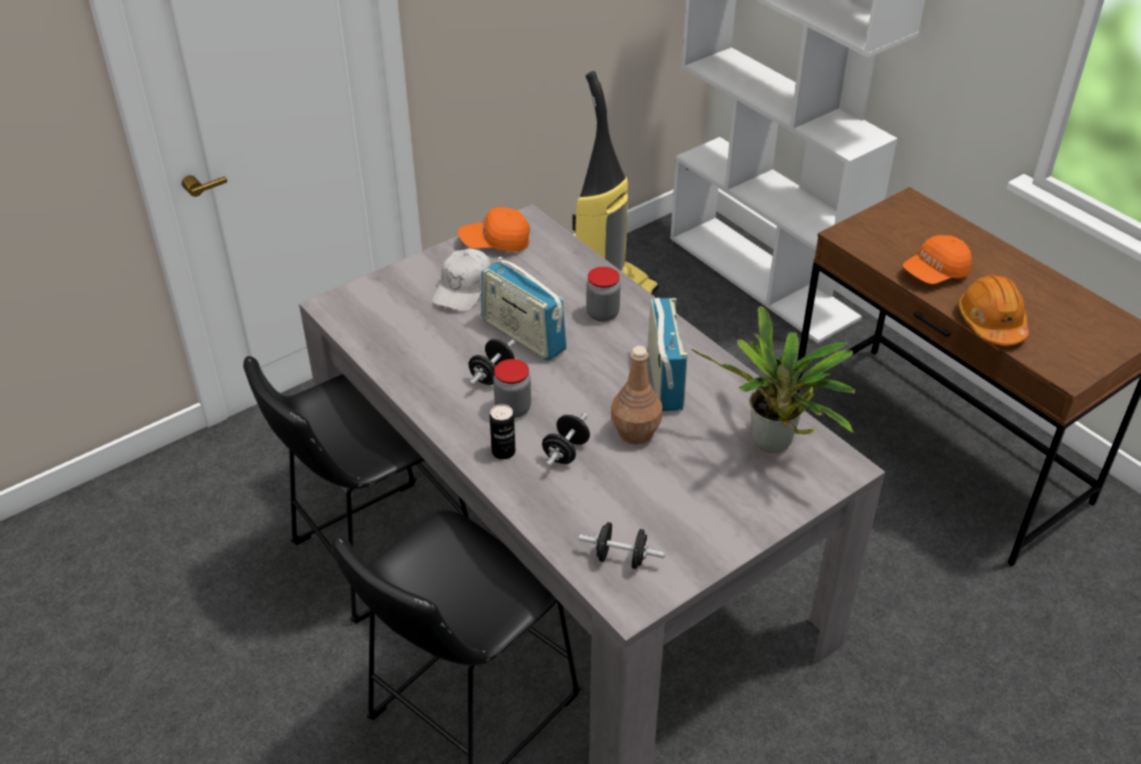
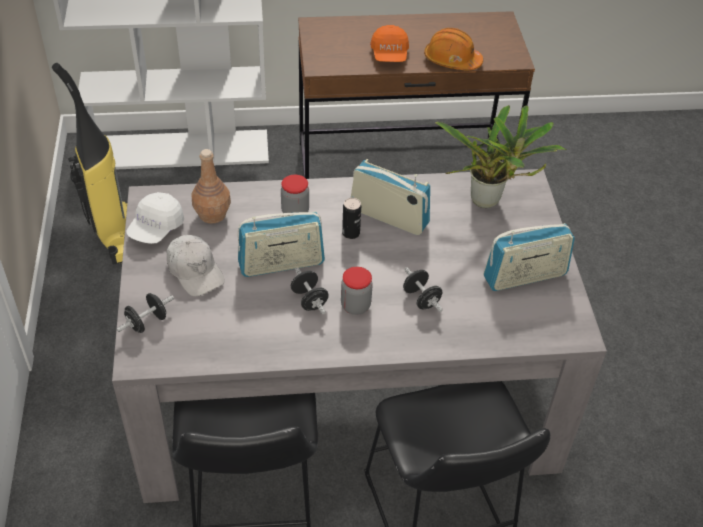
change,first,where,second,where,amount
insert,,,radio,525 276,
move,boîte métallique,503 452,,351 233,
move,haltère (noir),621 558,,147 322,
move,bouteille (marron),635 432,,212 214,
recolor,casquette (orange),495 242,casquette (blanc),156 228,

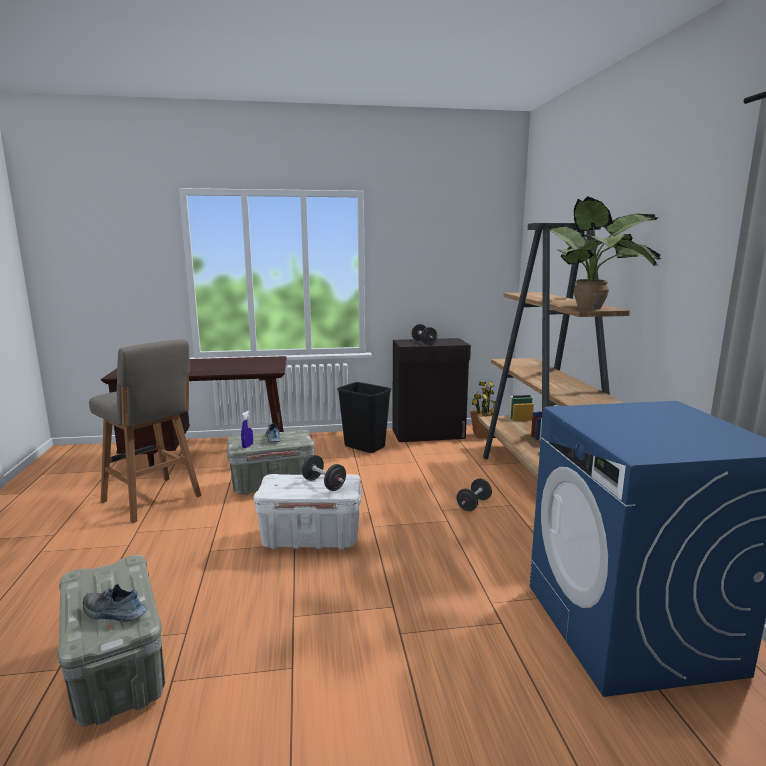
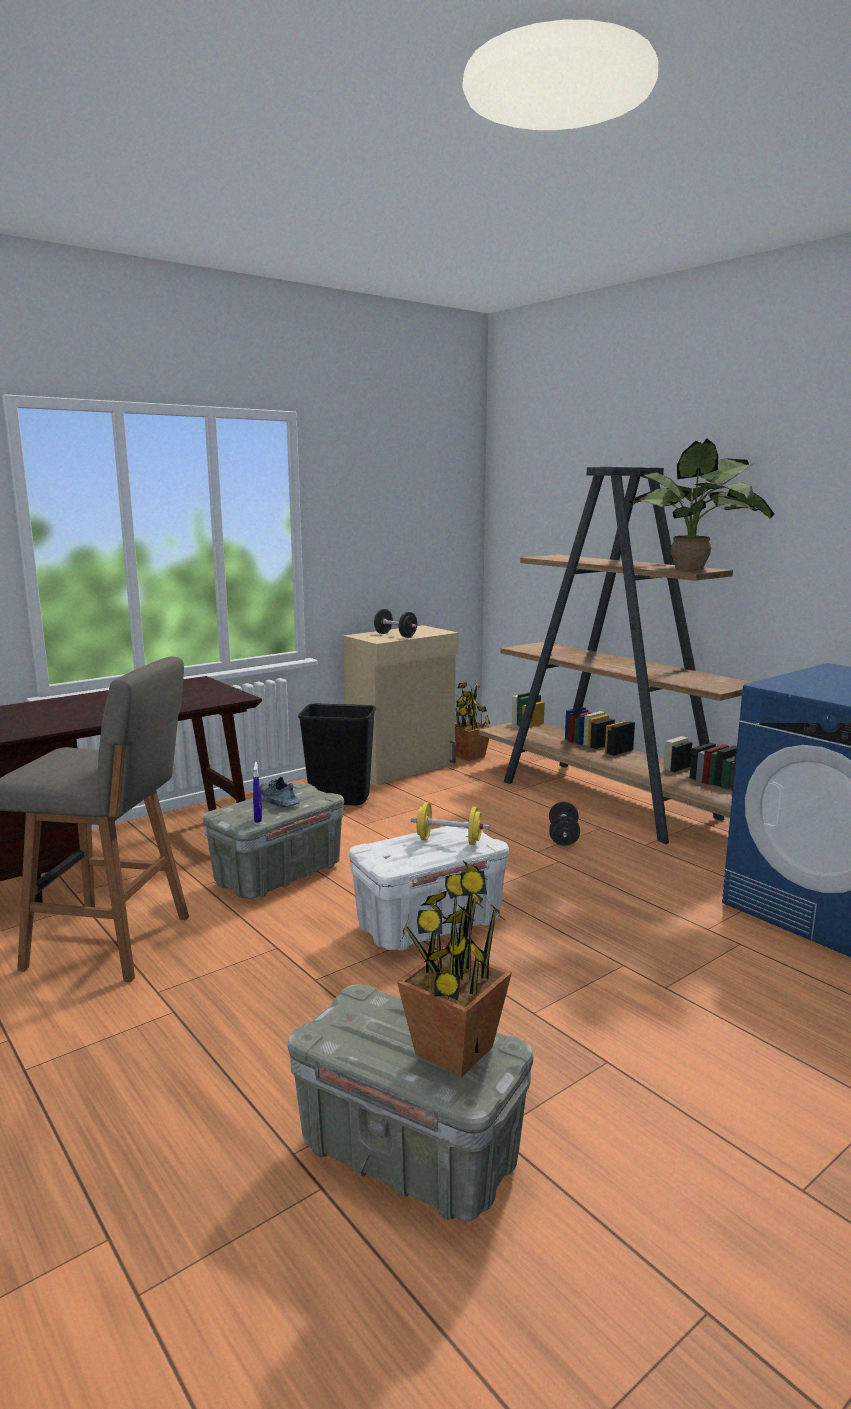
change,first,where,second,where,amount
replace,chaussure,113 613,plante en pot,453 1051,
recolor,haltère (noir),324 484,haltère (jaune),449 841,
recolor,meuble de rangement (noir),429 434,meuble de rangement (beige),402 767,

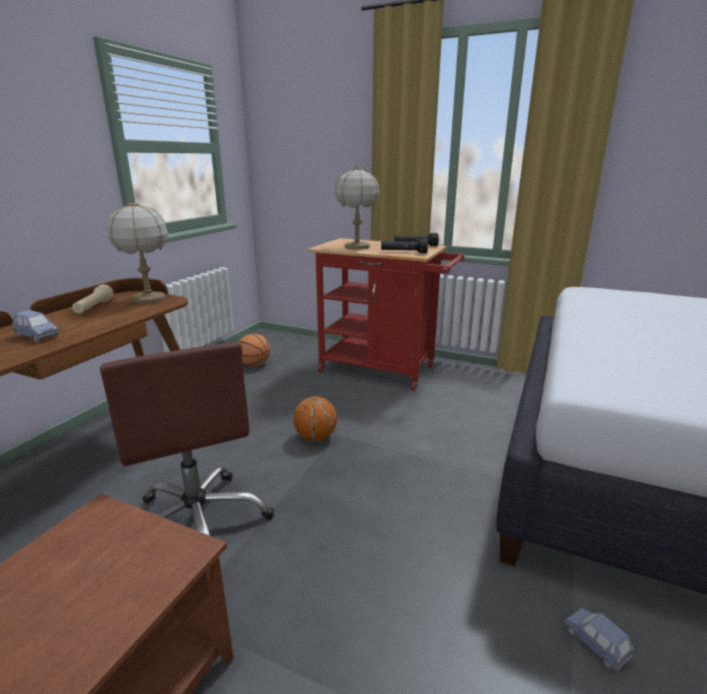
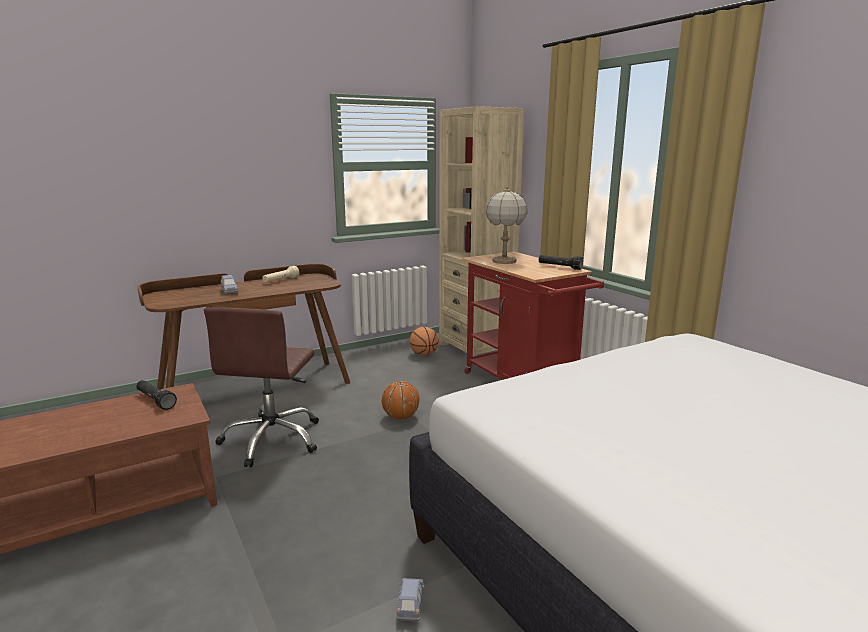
change,first,where,second,where,amount
delete,lampe de table,149 299,,,
insert,,,bibliothèque (beige),475 348,
move,lampe de poche (noir),403 252,,155 400,

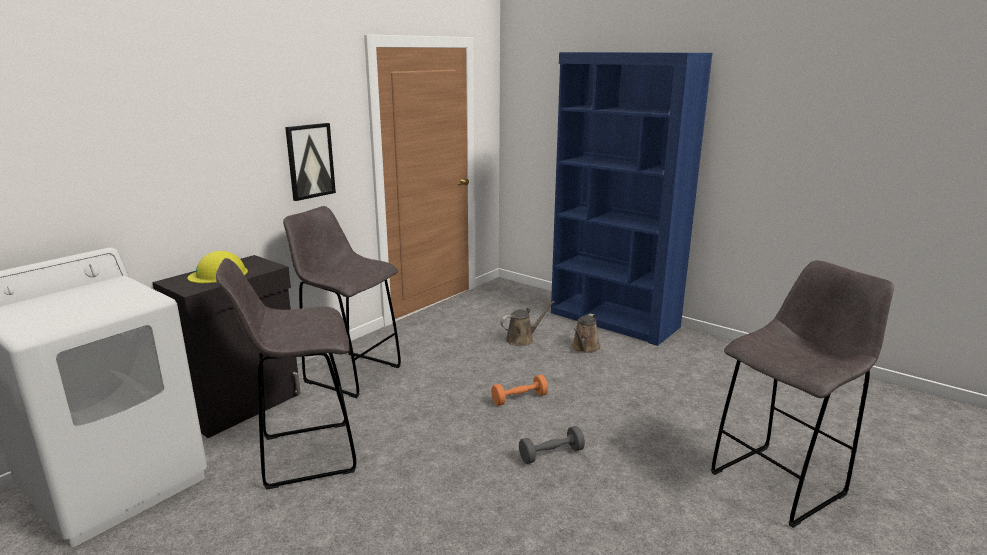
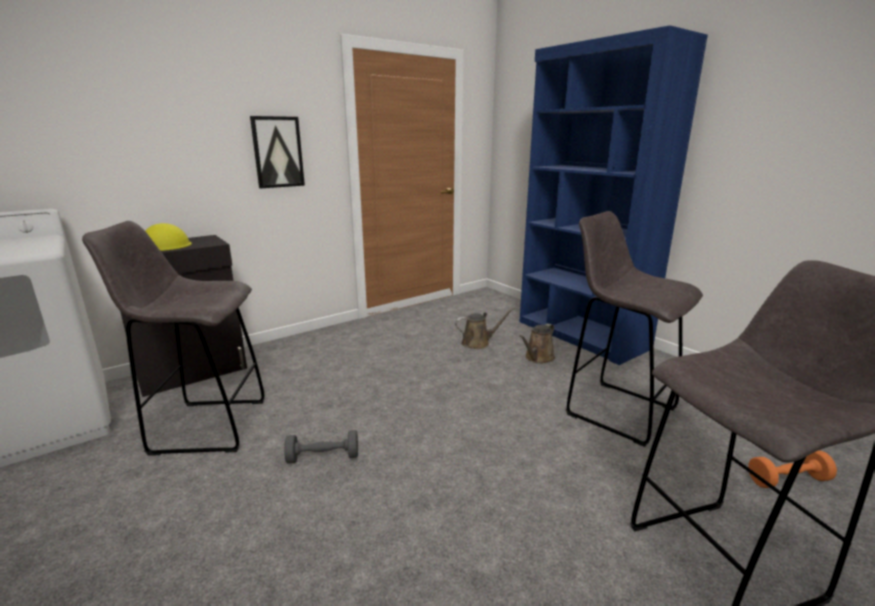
change,first,where,second,where,amount
move,tabouret (gris),350 373,,617 410,
move,haltère (orange),519 399,,788 480,
move,haltère (gris),551 454,,323 457,

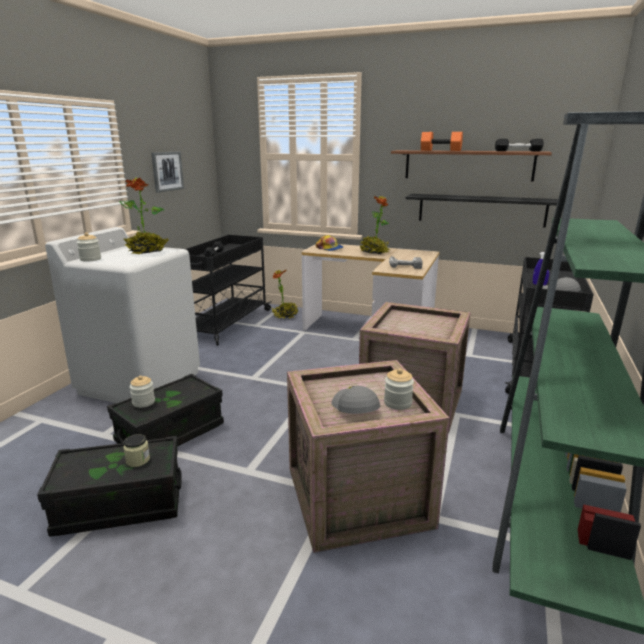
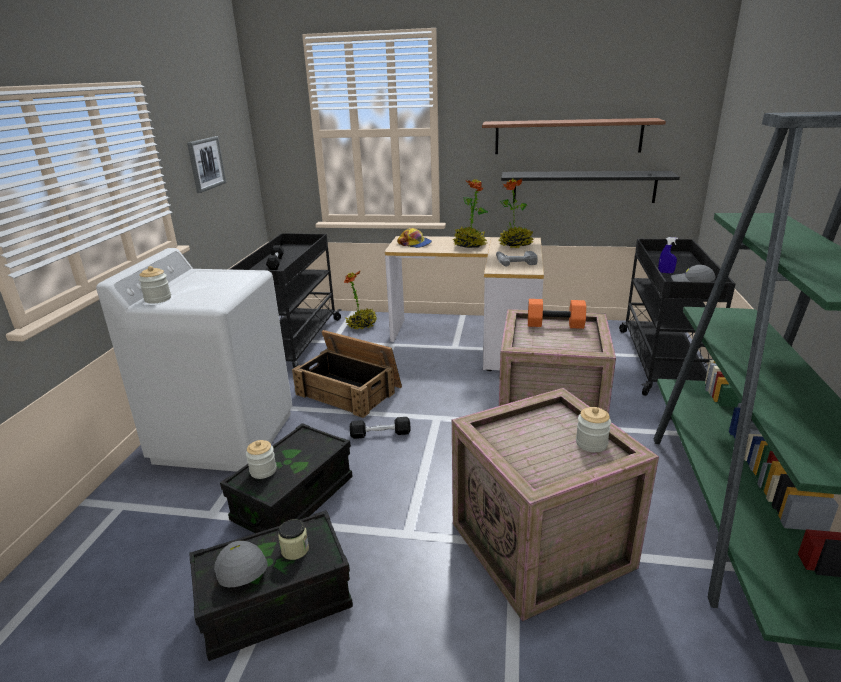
change,first,where,second,where,amount
insert,,,caisse,350 390,
move,plante en pot,147 252,,515 245,
move,casquette (gris),354 408,,240 569,
move,haltère (orange),441 150,,555 324,
move,haltère (noir),518 151,,380 434,

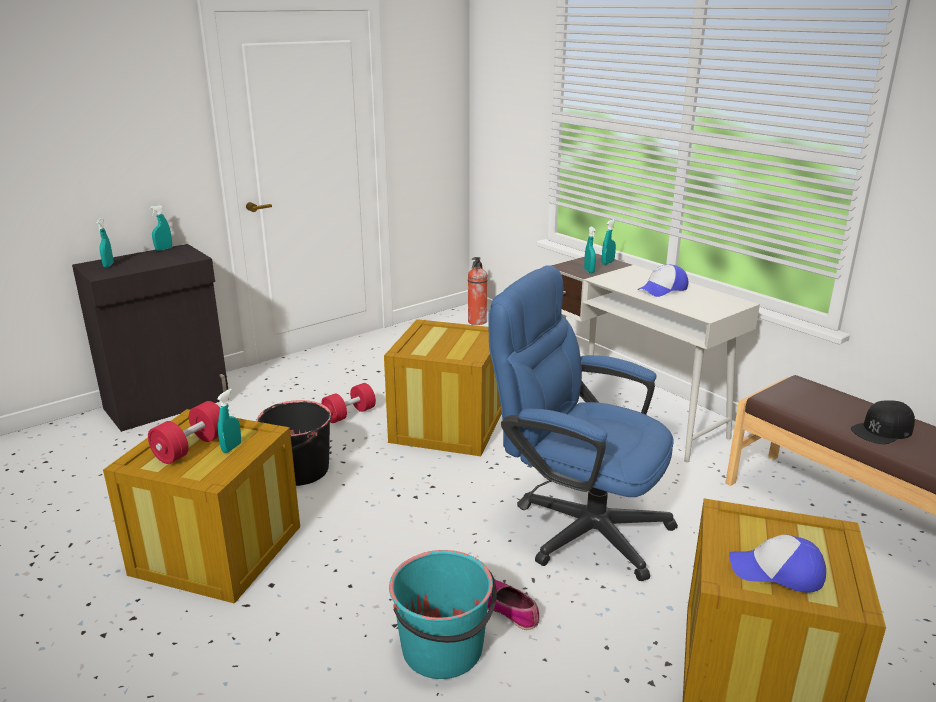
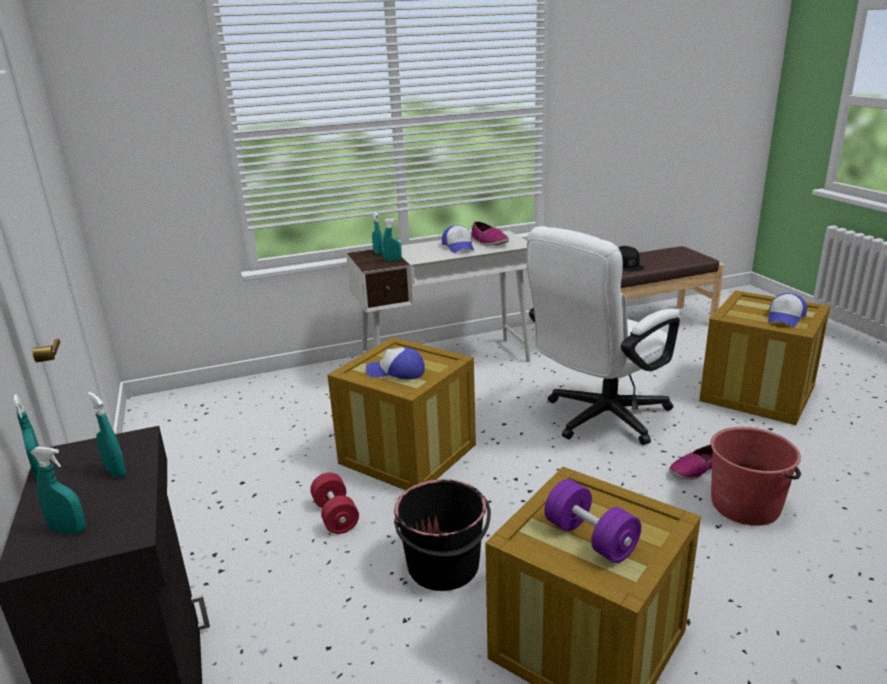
change,first,where,second,where,amount
delete,extincteur,477 322,,,
insert,,,casquette,396 372,
insert,,,chaussure,488 242,
move,vaporisateur (turquoise),231 448,,115 471,
recolor,haltère (rouge),191 448,haltère (violet),590 538,
recolor,seau (turquoise),443 649,seau (rouge),746 505,
recolor,chaise de bureau (bleu),577 525,chaise de bureau (blanc),598 419,

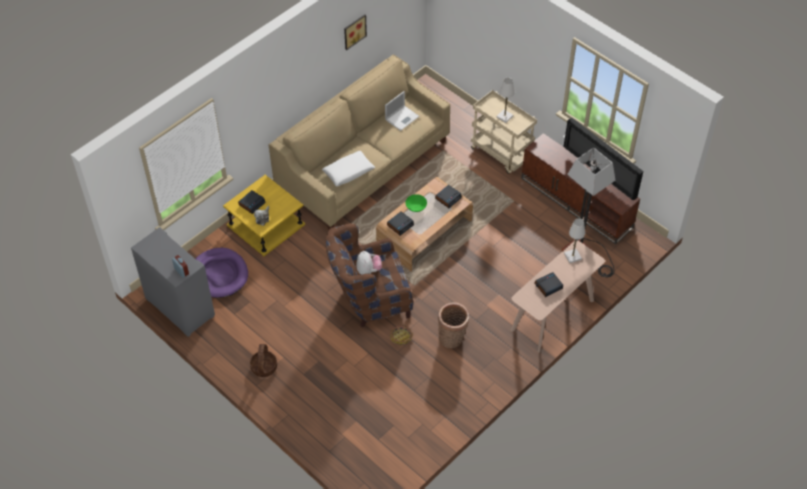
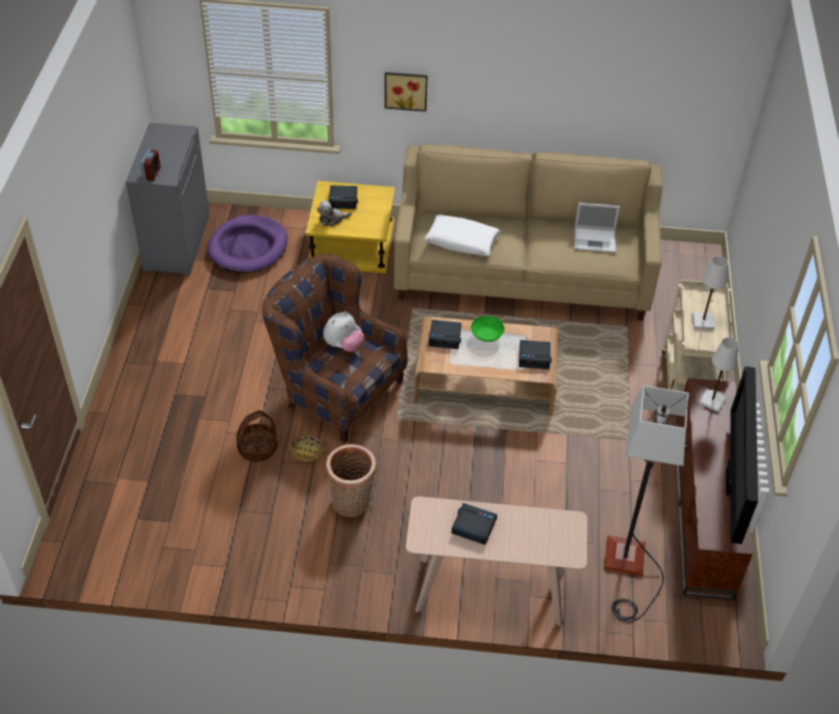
change,first,where,second,where,amount
move,panier,264 367,,257 448,
move,tableau,354 31,,406 90,
move,lampe de table (blanc),572 256,,711 401,

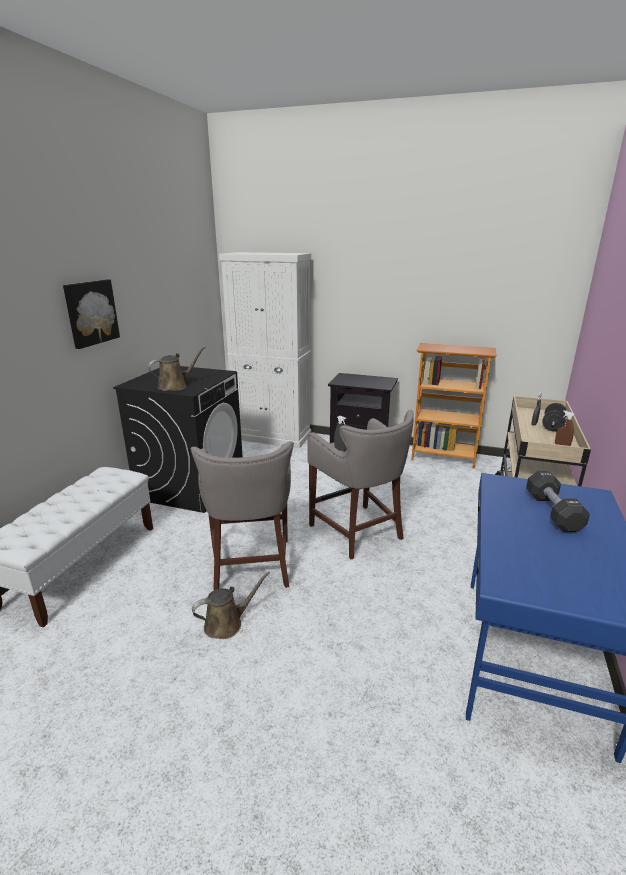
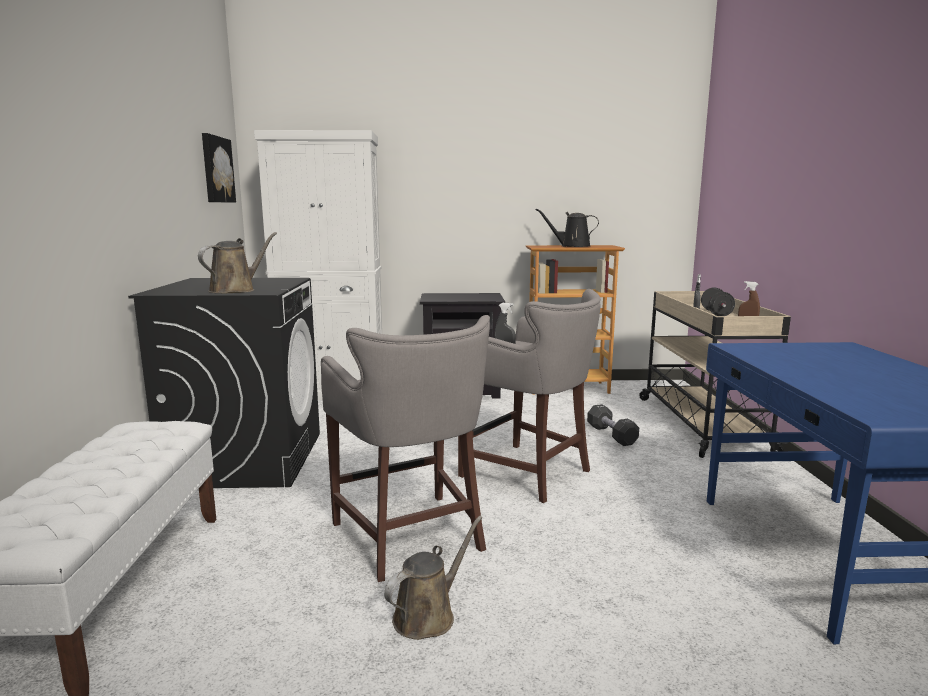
change,first,where,second,where,amount
insert,,,arrosoir (noir),572 246,
move,tableau,90 313,,216 169,
move,haltère (noir),552 512,,611 435,

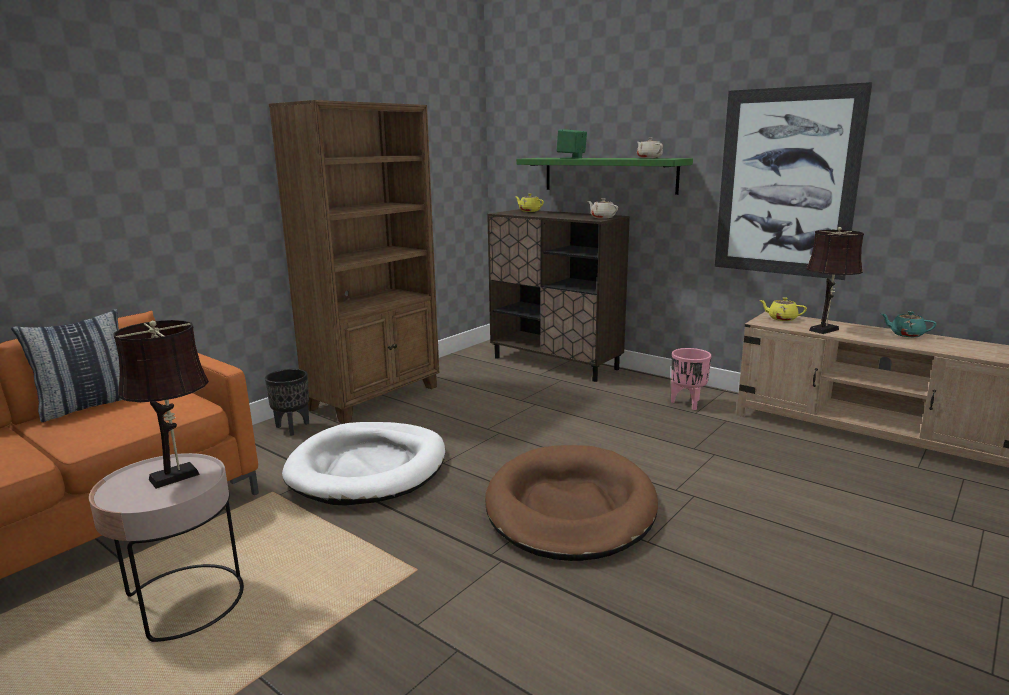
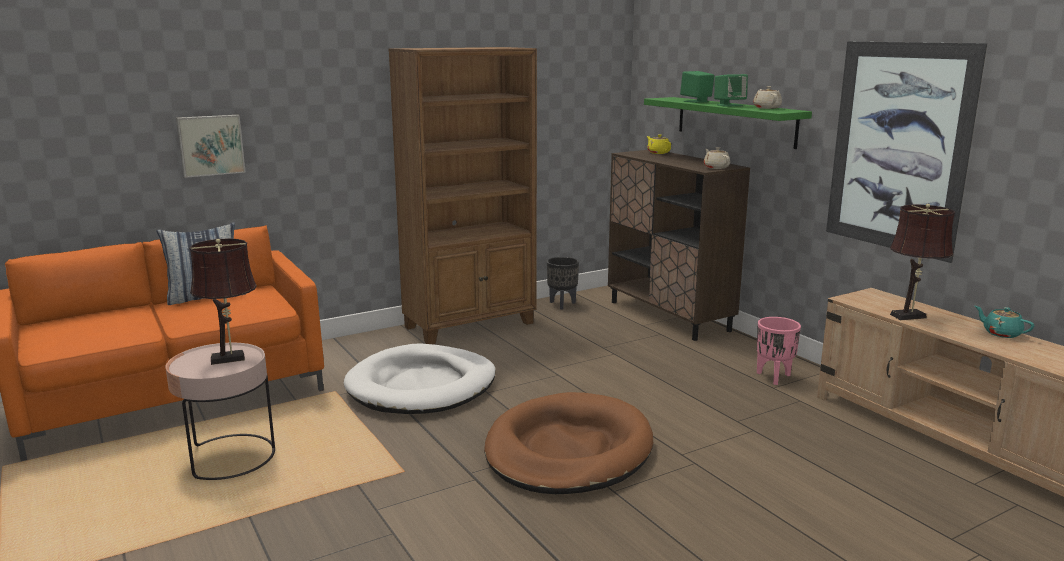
change,first,where,second,where,amount
delete,théière (jaune),781 318,,,
insert,,,tableau,211 145,
insert,,,enceinte (vert),729 105,
move,cache-pot (noir),293 428,,562 304,

